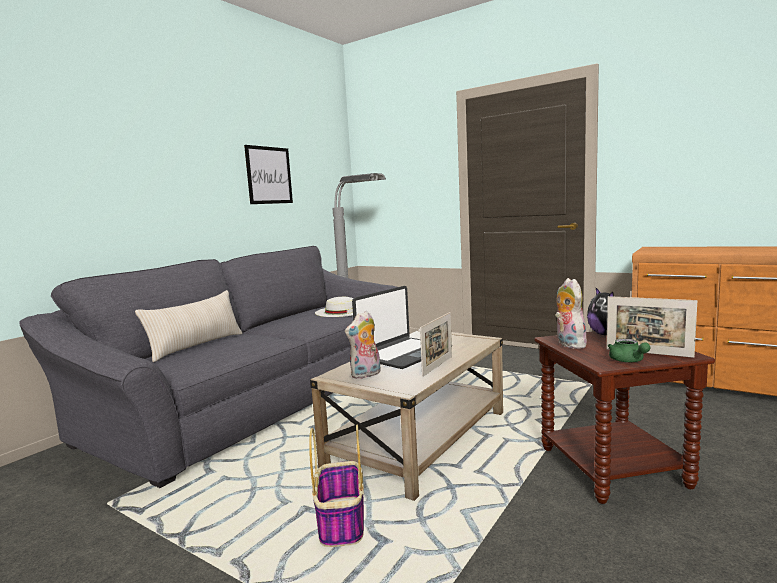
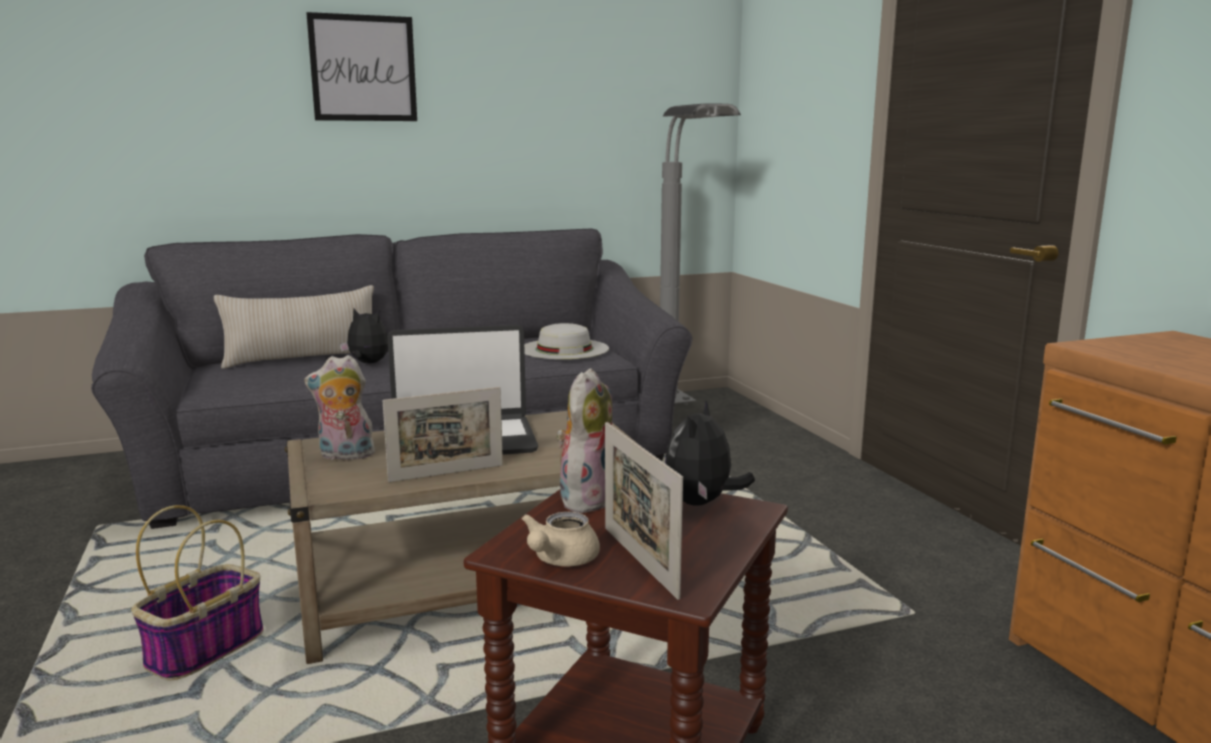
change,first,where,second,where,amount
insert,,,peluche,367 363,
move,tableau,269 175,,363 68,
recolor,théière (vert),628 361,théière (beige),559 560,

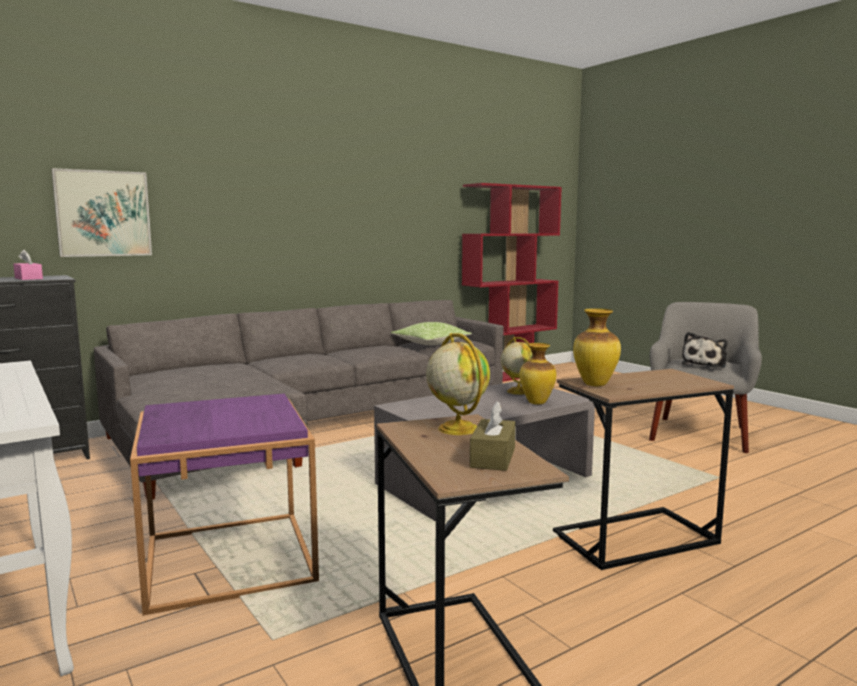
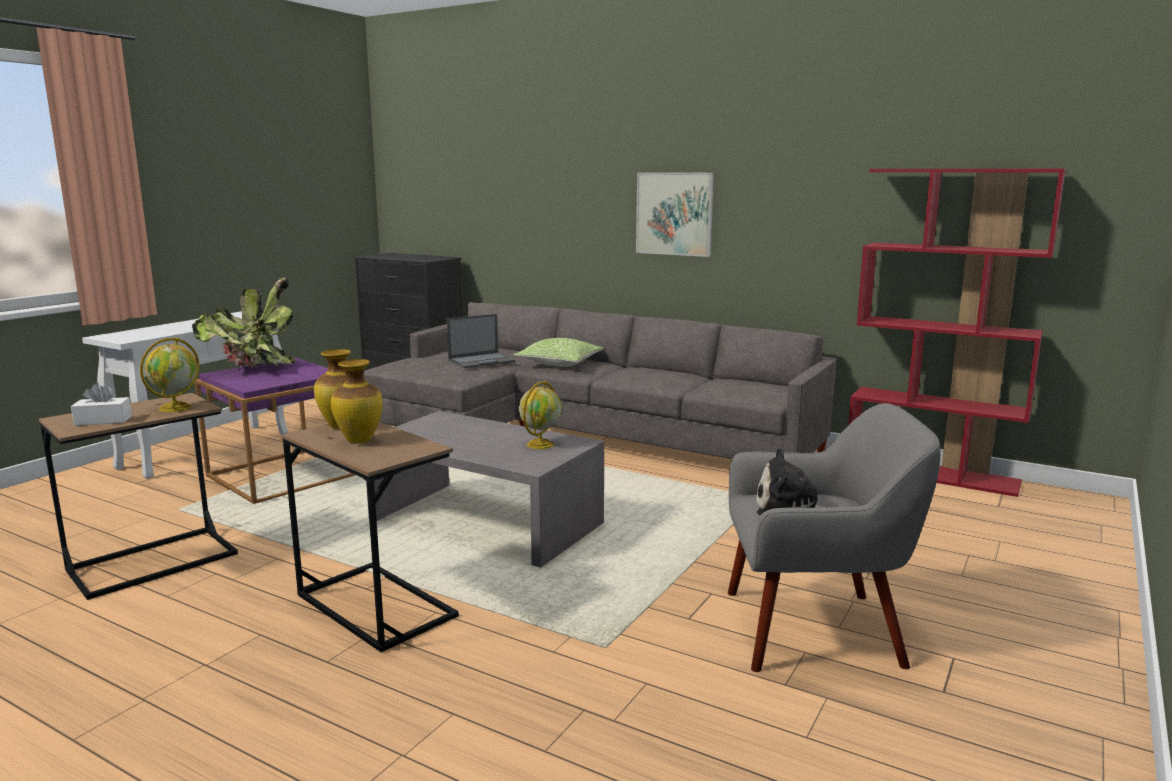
change,first,where,second,where,amount
delete,boîte à mouchoirs (rose),28 278,,,
insert,,,plante en pot,253 370,
insert,,,ordinateur portable,482 361,
move,tableau,103 213,,674 214,
move,coussin,430 343,,560 363,
move,vase,536 403,,359 441,
recolor,boîte à mouchoirs (marron),493 457,boîte à mouchoirs (blanc),103 420,

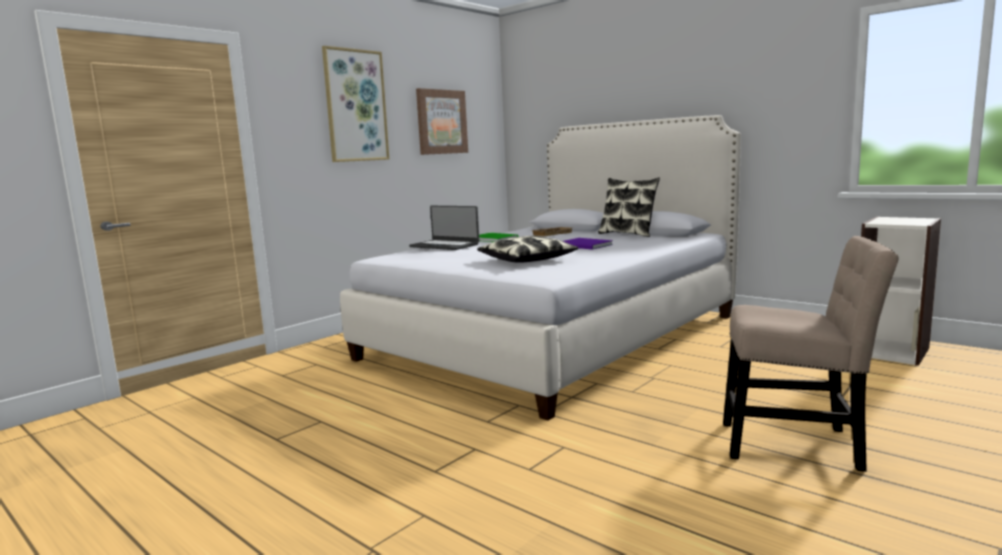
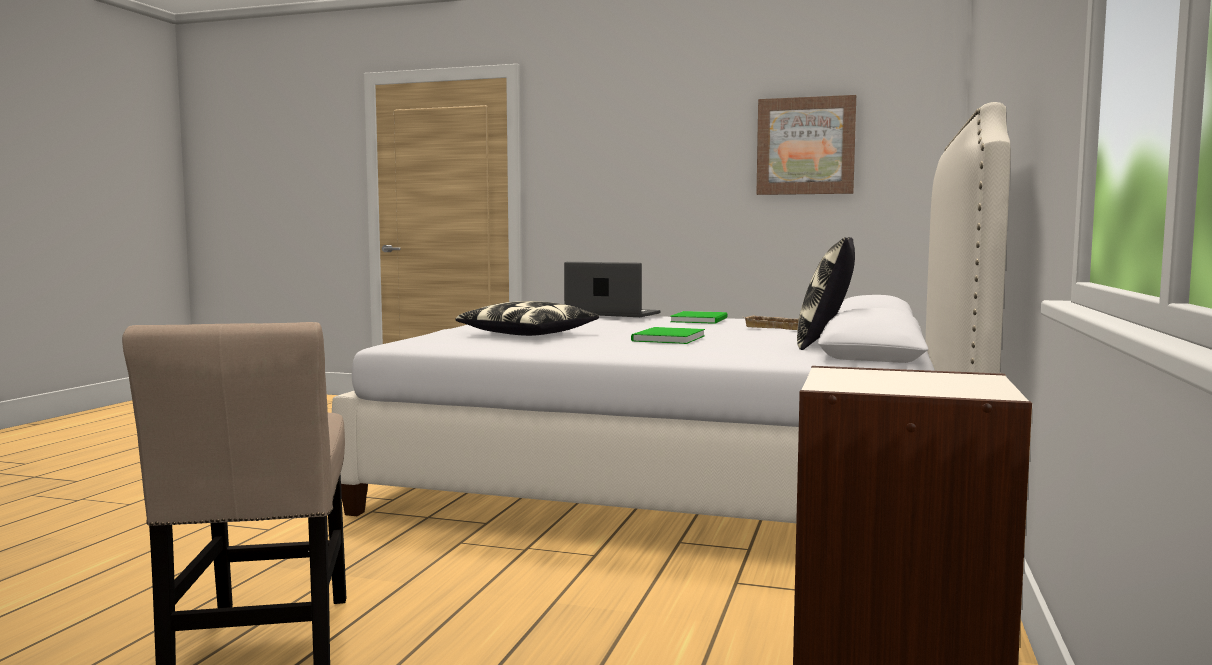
change,first,where,second,where,amount
delete,tableau,355 106,,,
recolor,livre (violet),585 245,livre (vert),666 338,
rotate,ordinateur portable,445 245,,612 314,105 degrees clockwise

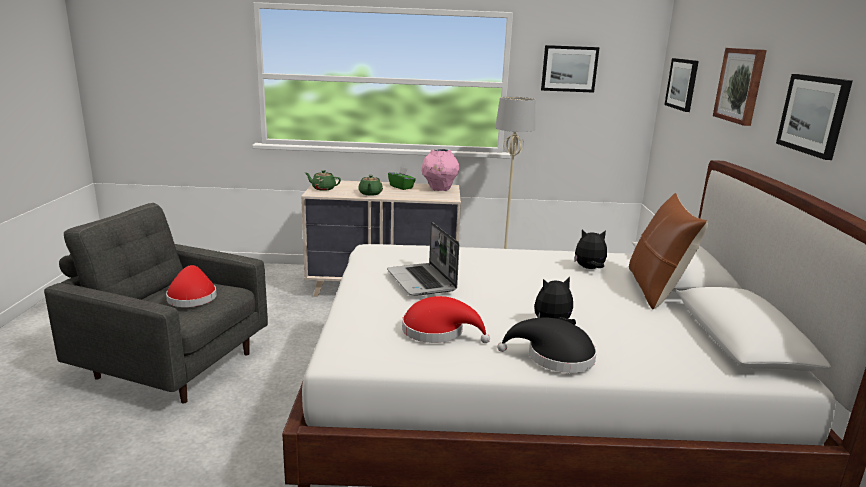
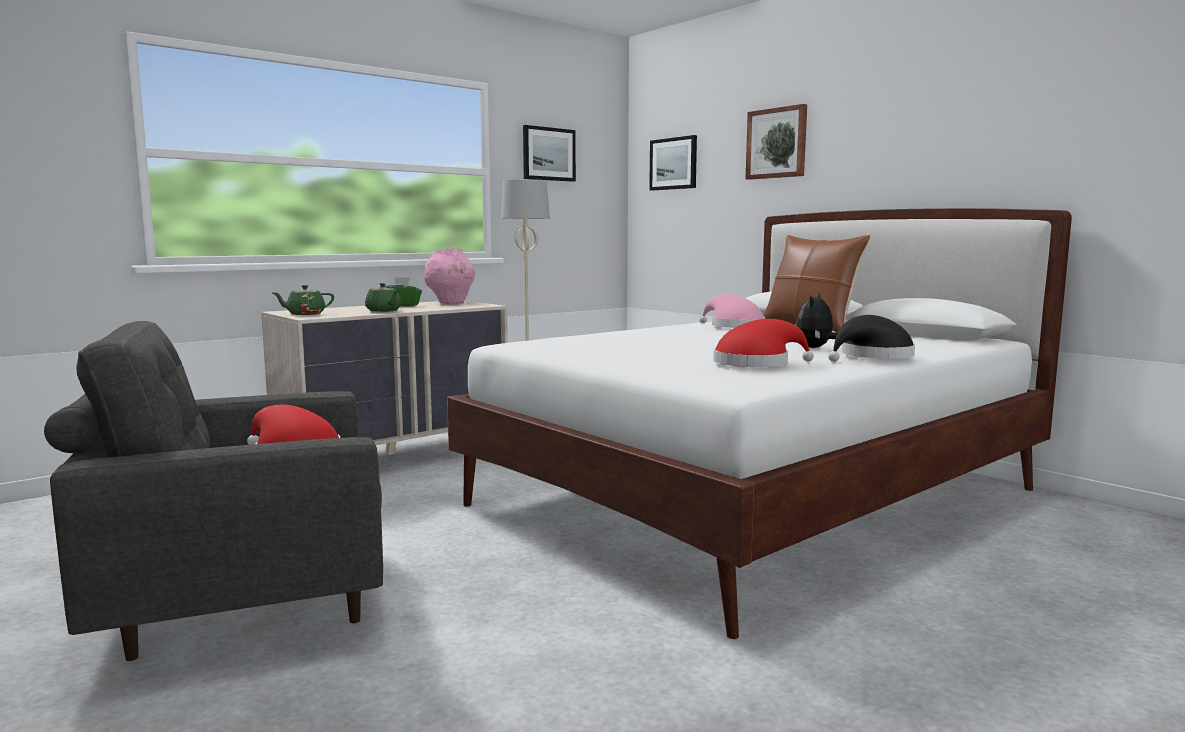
change,first,where,second,where,amount
delete,ordinateur portable,422 281,,,
delete,tableau,814 114,,,
replace,peluche,589 269,chapeau (rose),733 326,

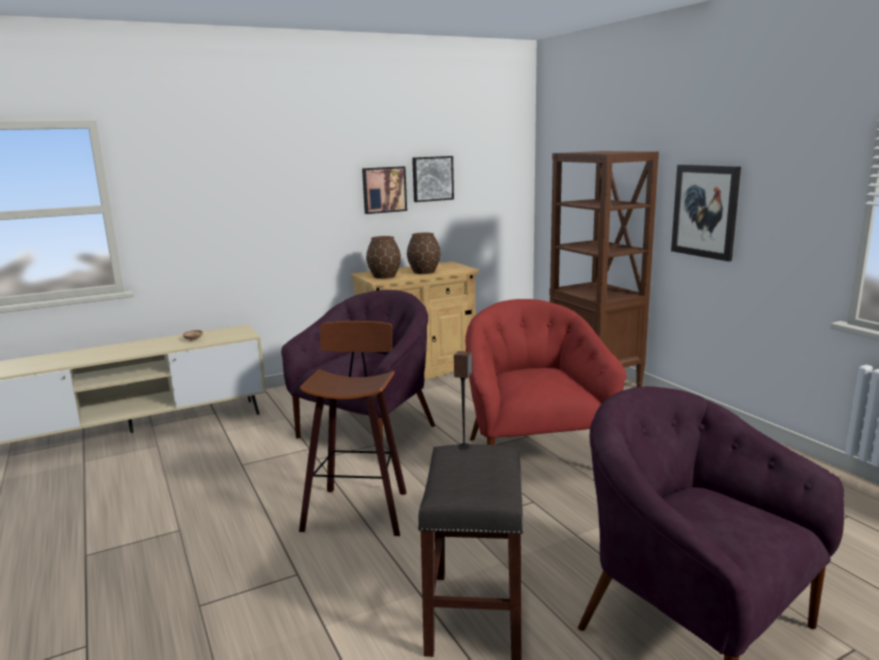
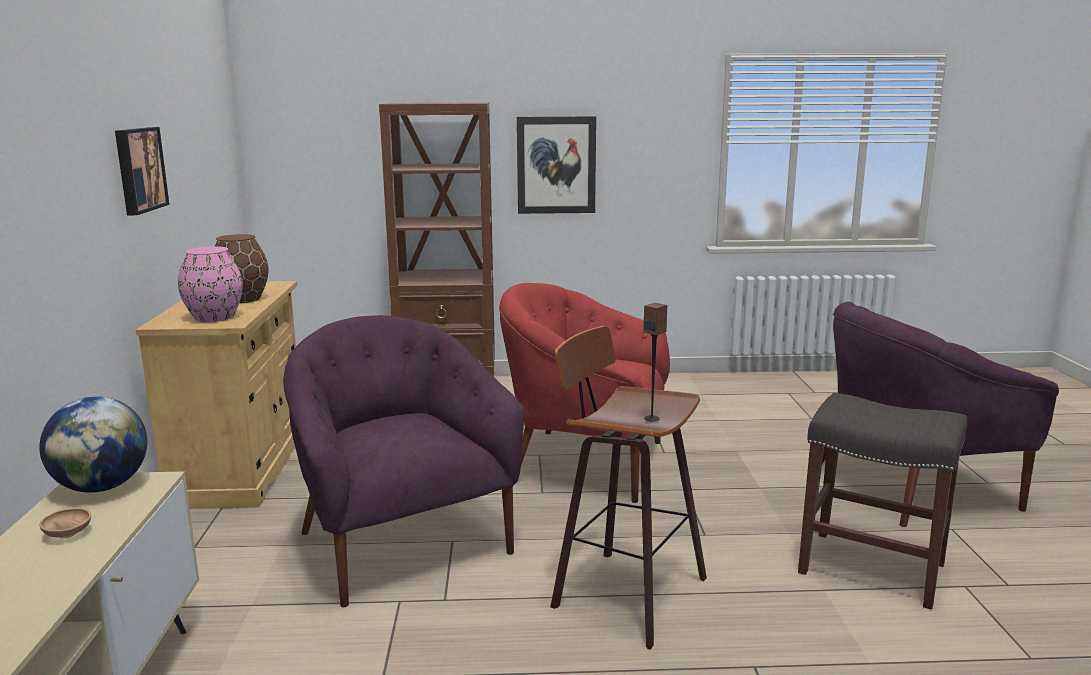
change,first,where,second,where,amount
delete,tableau,432 178,,,
insert,,,globe,102 487,
move,enceinte,464 446,,652 418,
recolor,vase (marron),385 276,vase (rose),215 317,

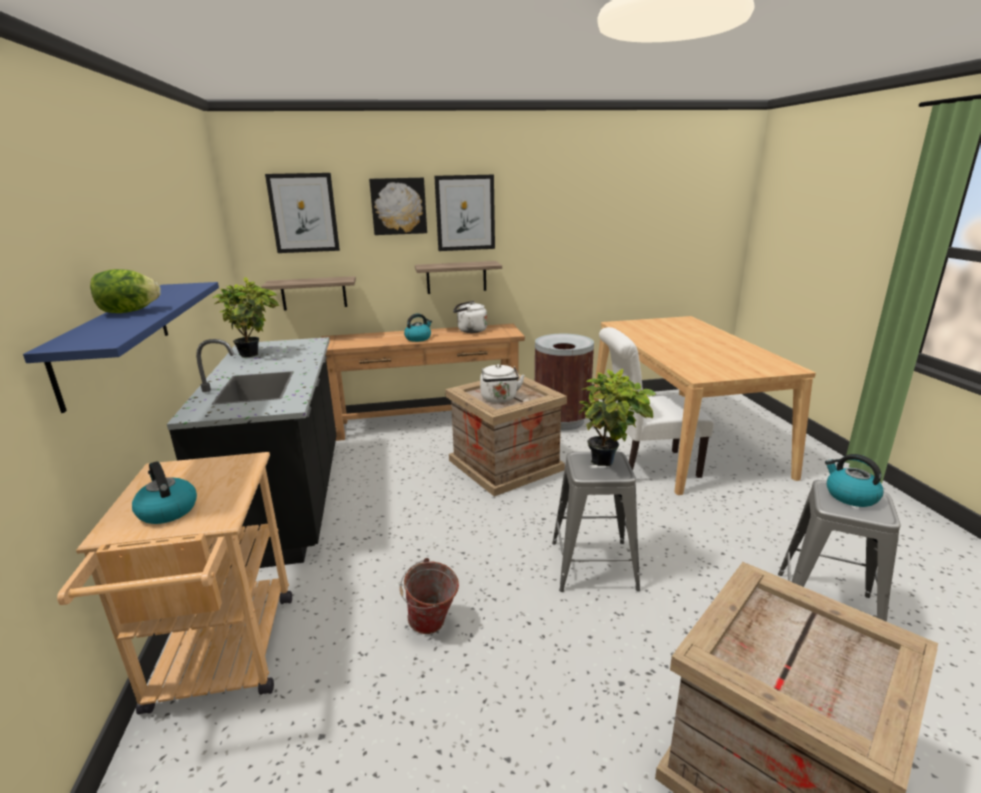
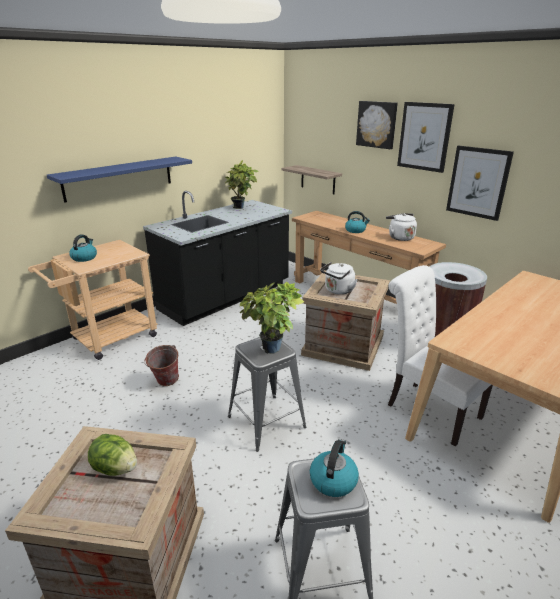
change,first,where,second,where,amount
delete,étagère,456 277,,,
move,laitue,129 312,,115 468,
move,tableau,303 213,,478 182,

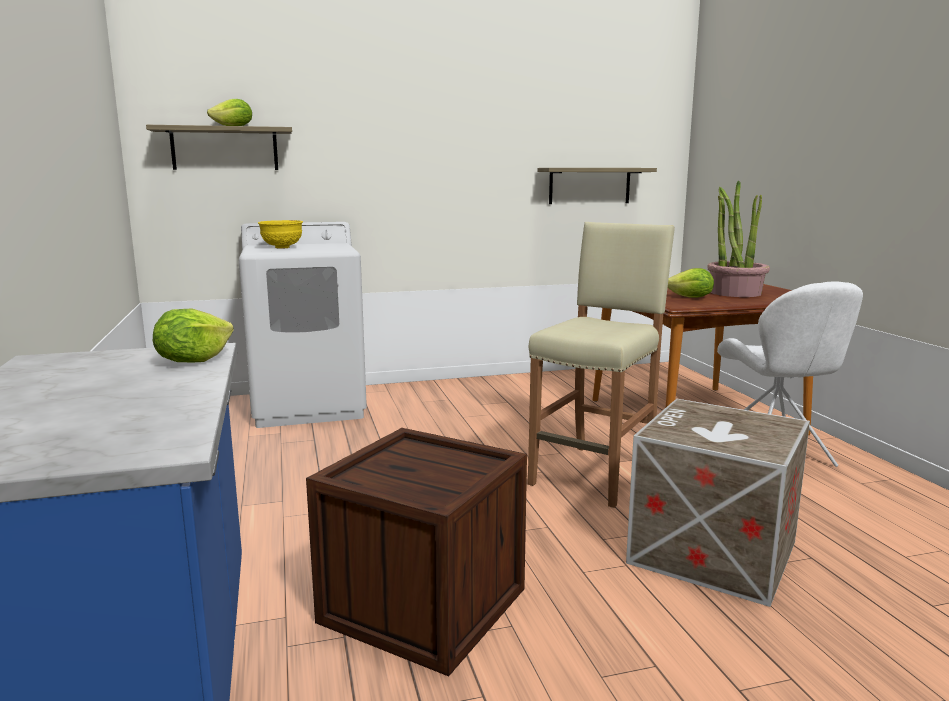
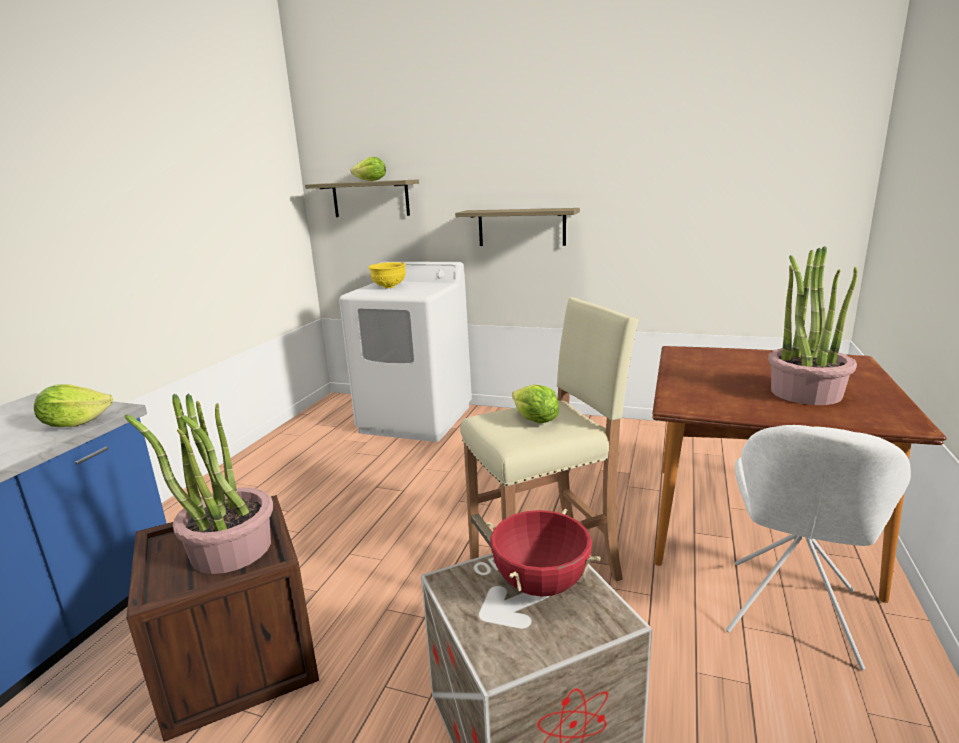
change,first,where,second,where,amount
insert,,,plante en pot,230 549,
insert,,,marmite (rouge),541 584,
move,étagère,589 185,,521 227,
move,laitue,691 298,,535 420,

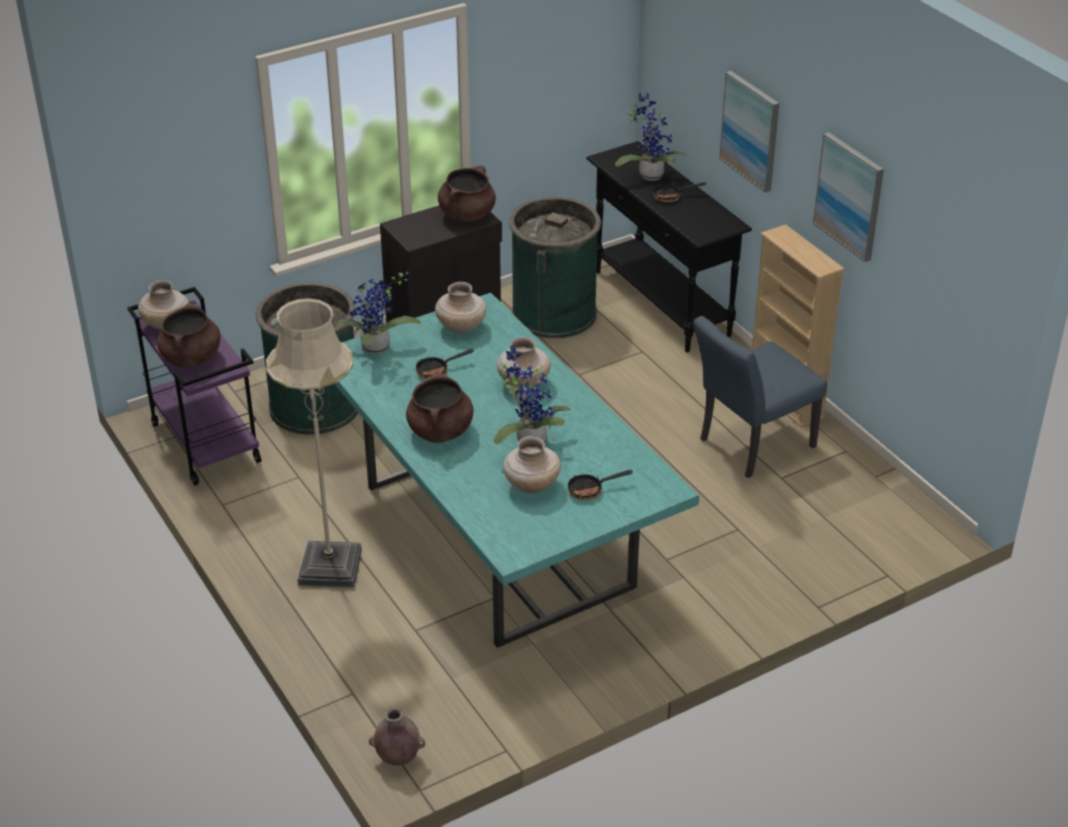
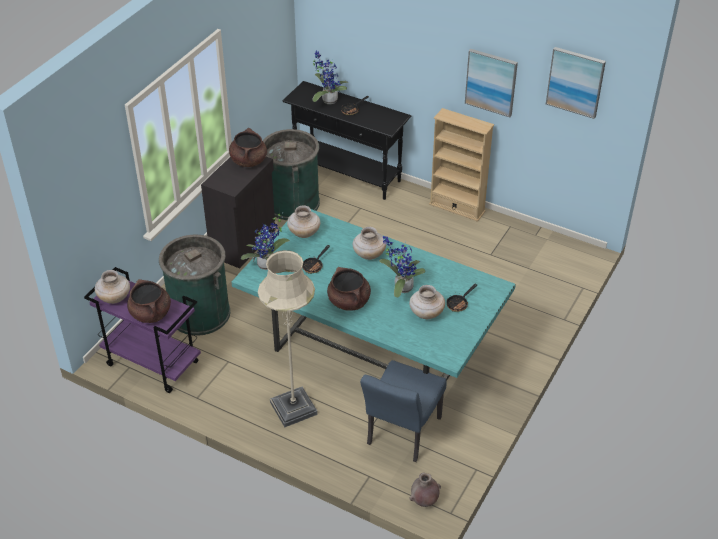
change,first,where,second,where,amount
move,chaise (bleu),750 446,,401 435,
move,tableau,751 130,,575 82,

